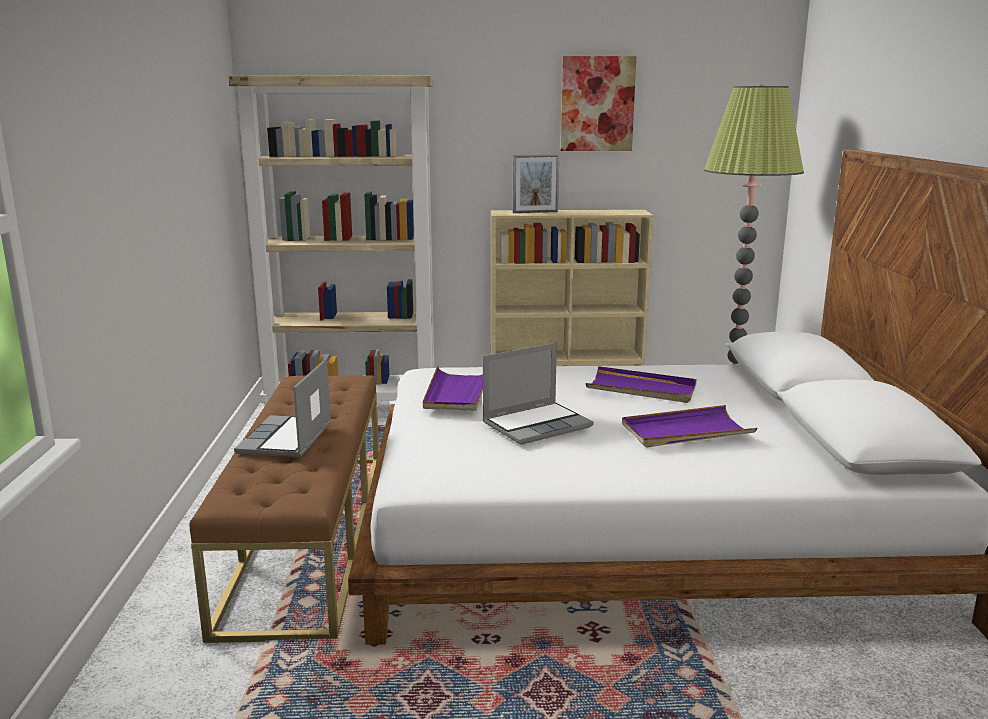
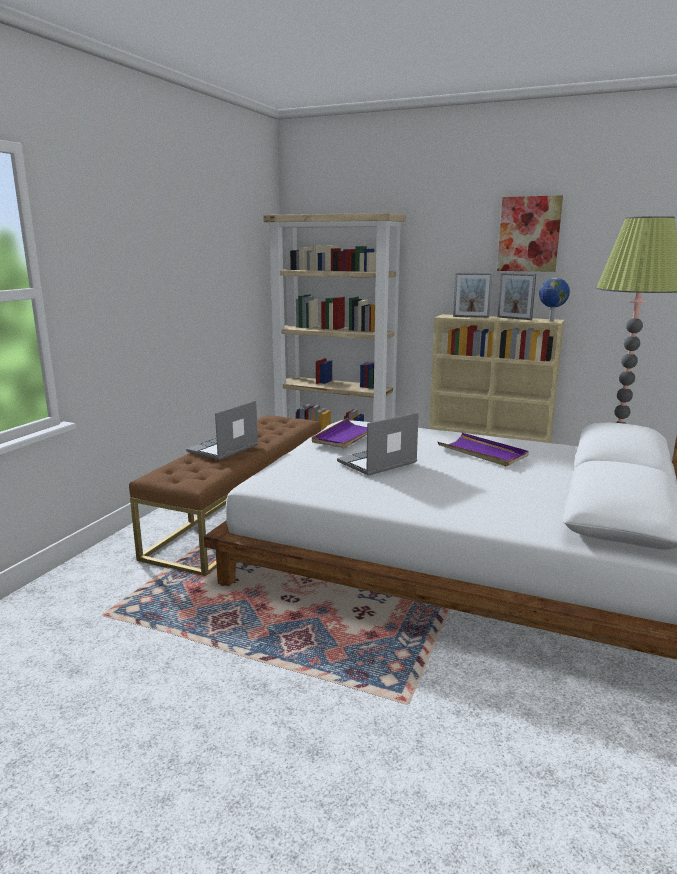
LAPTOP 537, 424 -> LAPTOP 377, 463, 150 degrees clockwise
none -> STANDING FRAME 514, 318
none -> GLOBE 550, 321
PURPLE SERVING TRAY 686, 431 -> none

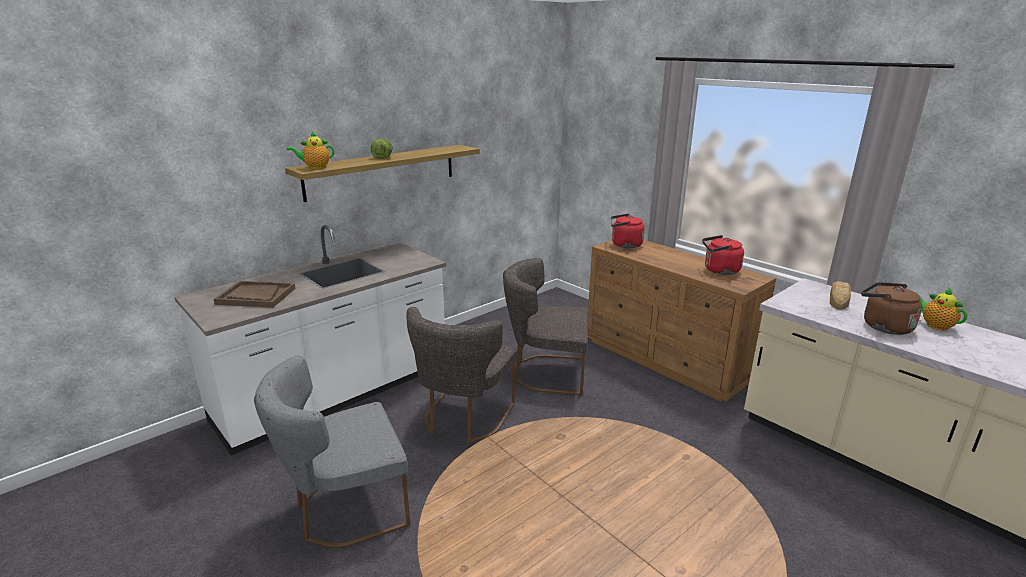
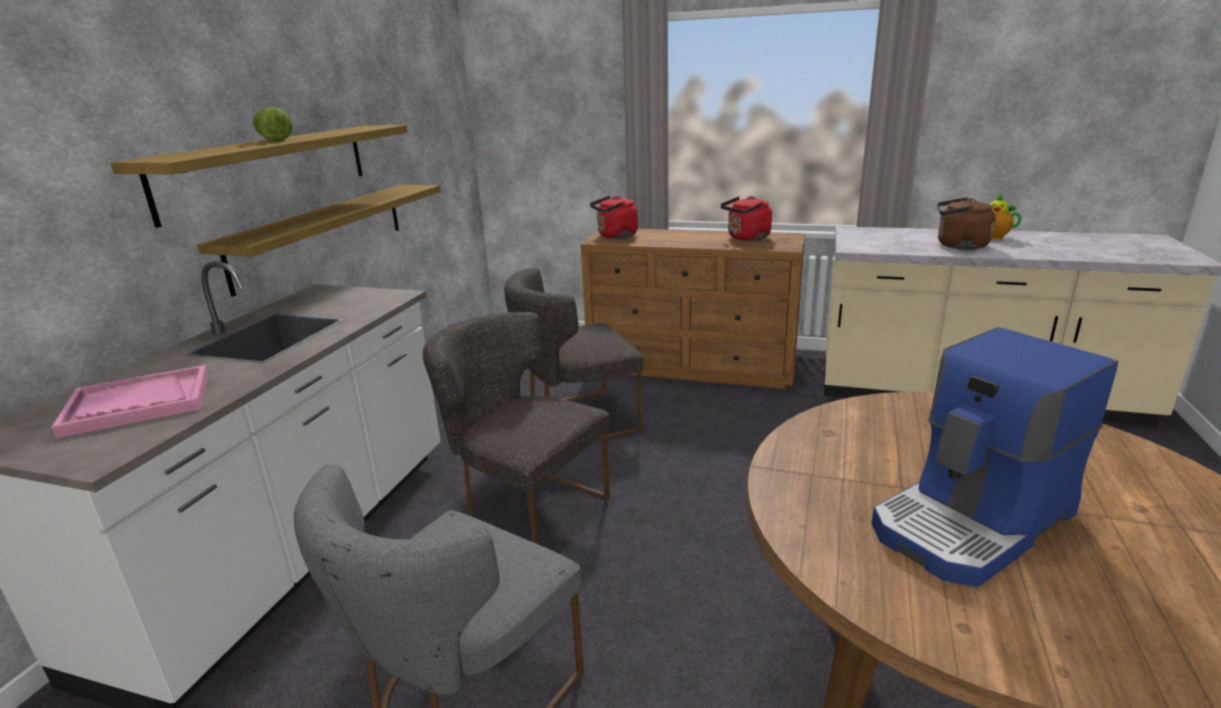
BROWN-COLOURED SERVING TRAY 256, 296 -> PINKISH SERVING TRAY 138, 403
none -> WALL SHELF 322, 233
GREY UPRIGHT CHAIR 463, 419 -> GREY UPRIGHT CHAIR 525, 509, 135 degrees clockwise
none -> COFFEE MAKER 973, 523
POT FOR TEA 315, 167 -> none
BREAD 838, 299 -> none

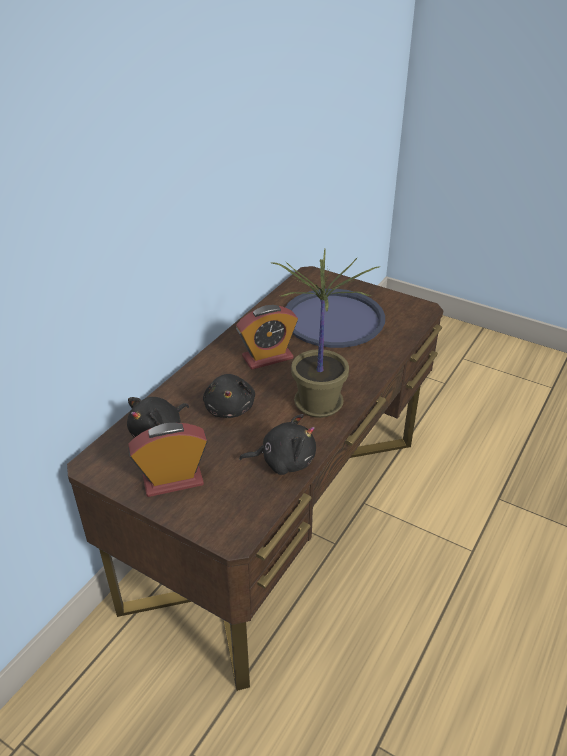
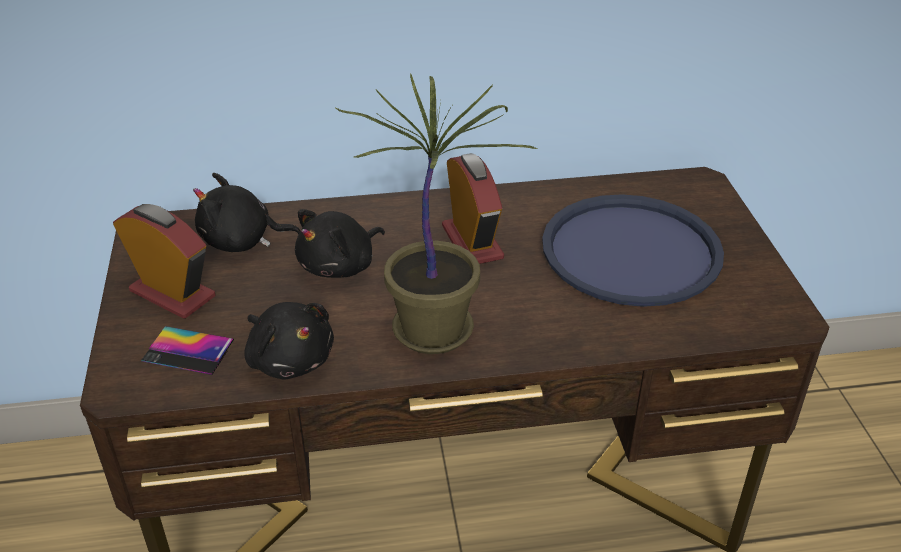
none -> HANDSET 188, 351
TABLE CLOCK 267, 357 -> TABLE CLOCK 472, 242, 135 degrees counterclockwise

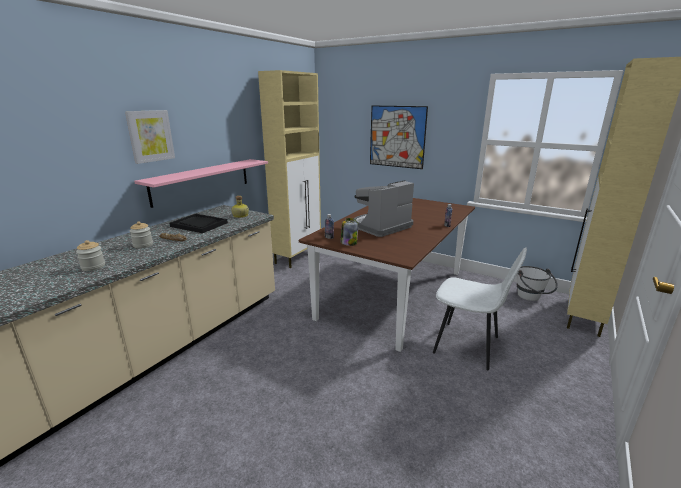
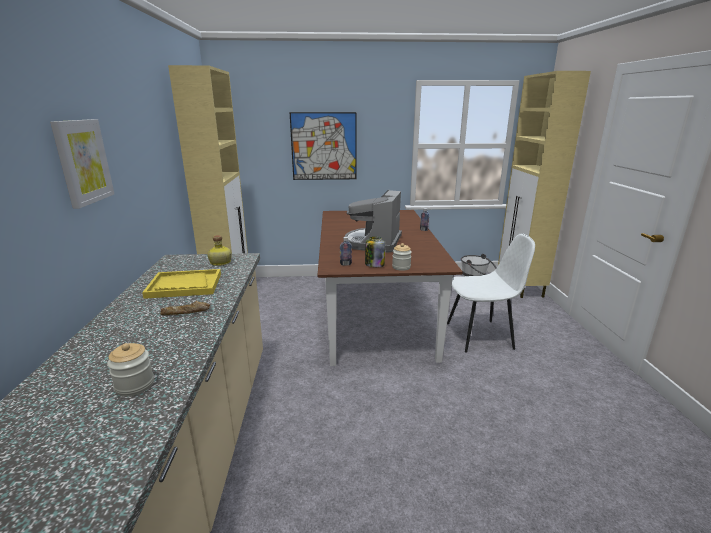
BLACK-COLOURED SERVING TRAY 199, 224 -> YELLOW-COLOURED SERVING TRAY 184, 285
JAR 143, 245 -> JAR 401, 267, move
PINKISH WALL SHELF 202, 181 -> none

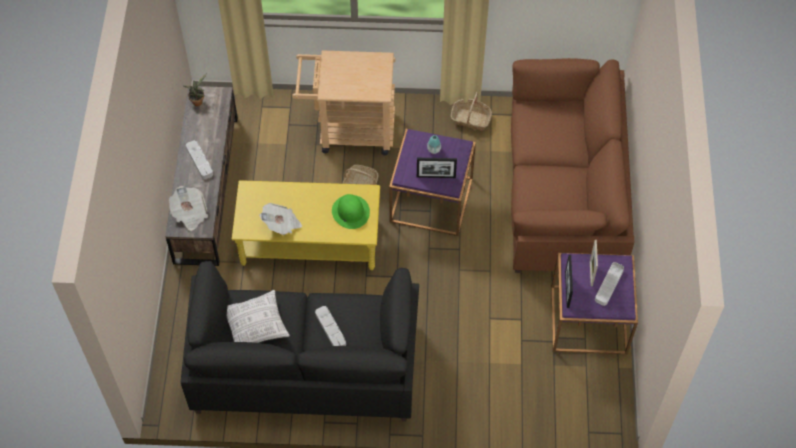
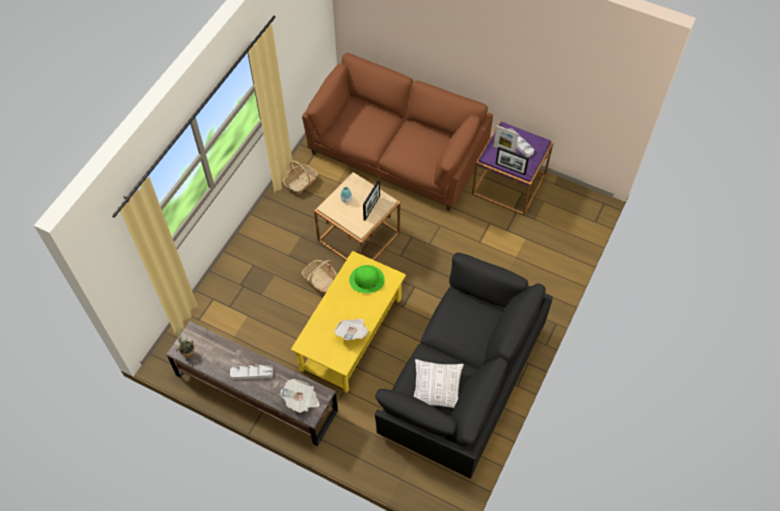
PURPLE ACCENT TABLE 431, 200 -> SAND-COLOURED ACCENT TABLE 359, 237
SAND-COLOURED CART 349, 131 -> none
GREY SERVING TRAY 330, 329 -> none

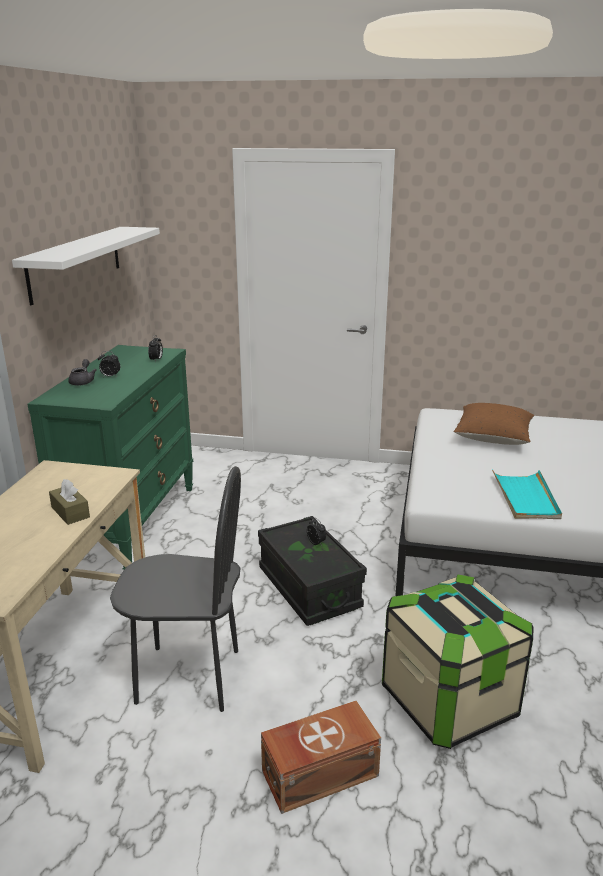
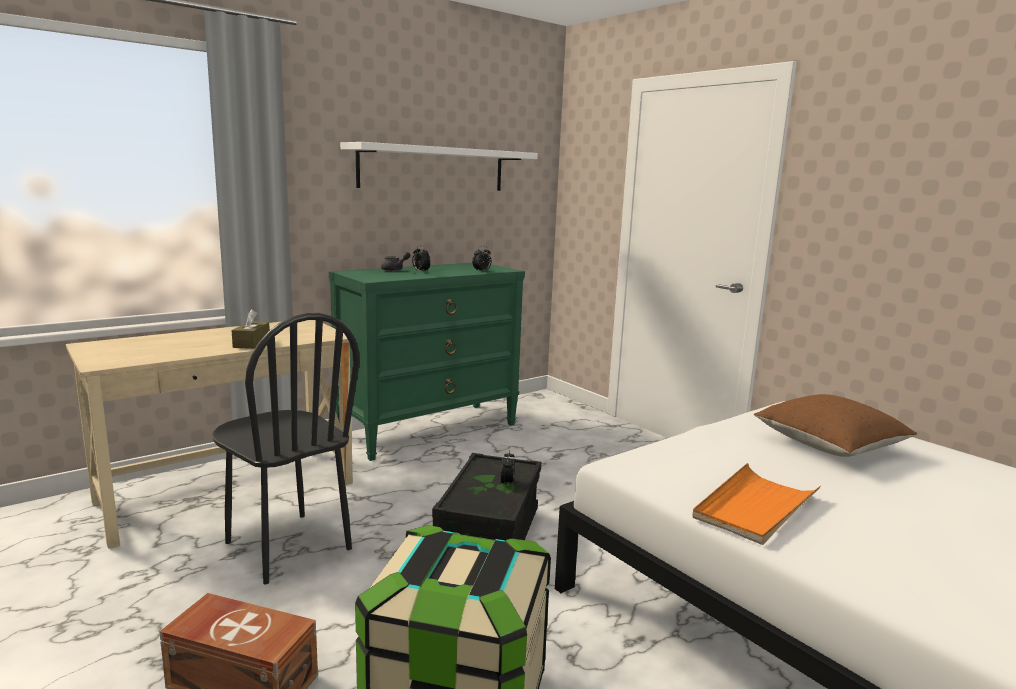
BLUE-GREEN SERVING TRAY 525, 497 -> ORANGE SERVING TRAY 754, 507

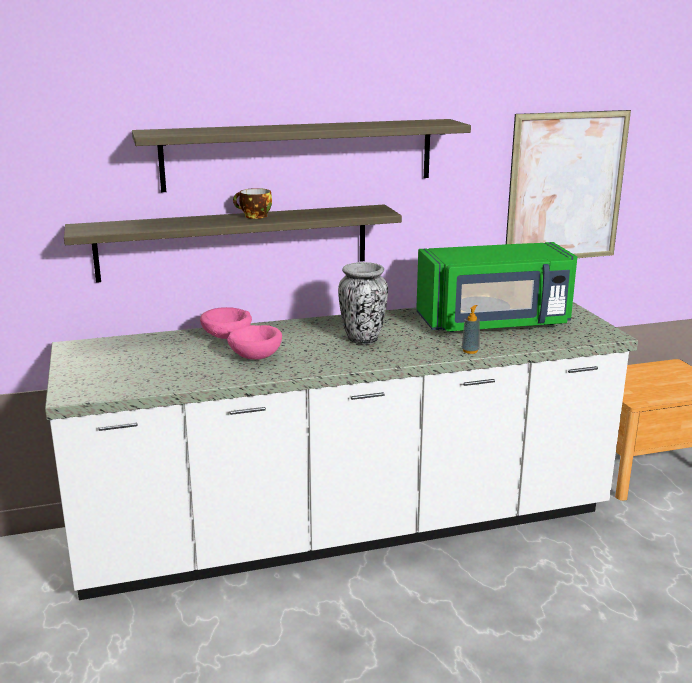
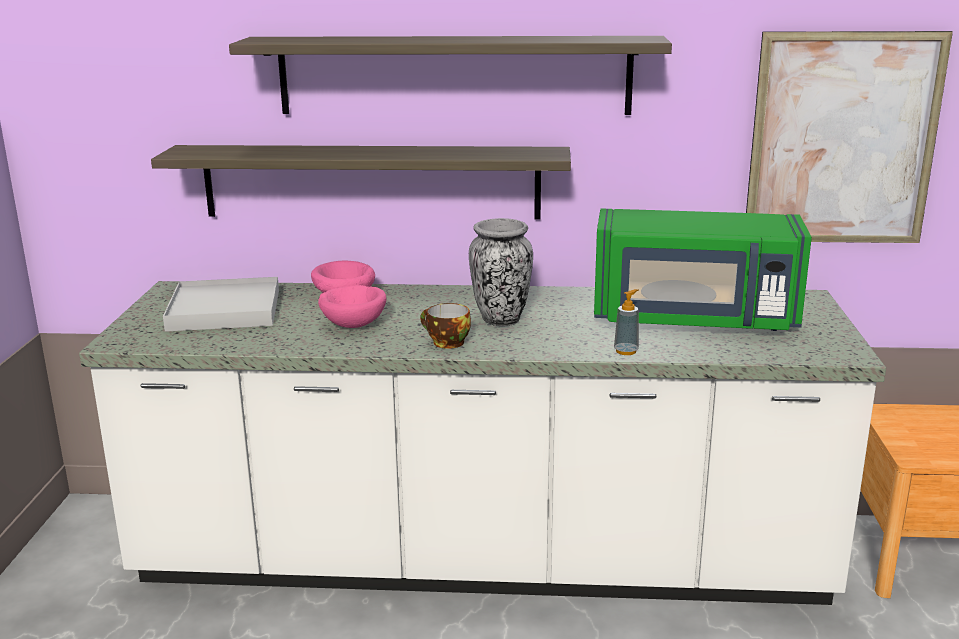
none -> WHITE-COLOURED SERVING TRAY 224, 310
DRINKING CUP 254, 216 -> DRINKING CUP 445, 343, move

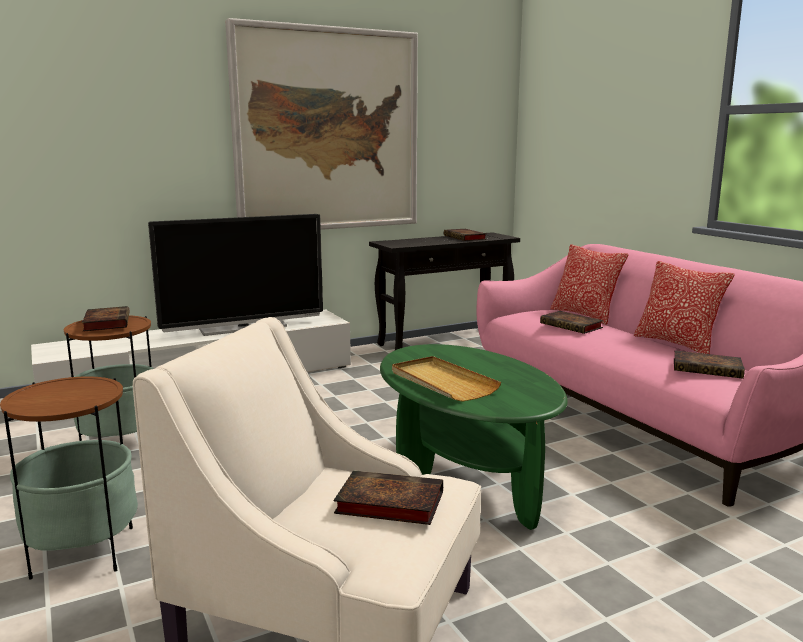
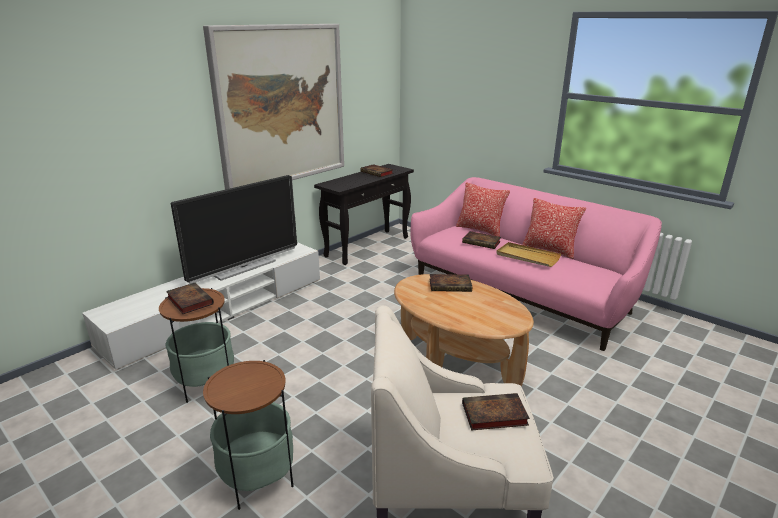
GREENISH LOUNGE TABLE 465, 478 -> BROWN-COLOURED LOUNGE TABLE 456, 361
BOUND BOOK 709, 369 -> BOUND BOOK 451, 285, move
SAND-COLOURED SERVING TRAY 442, 382 -> SAND-COLOURED SERVING TRAY 527, 257, move

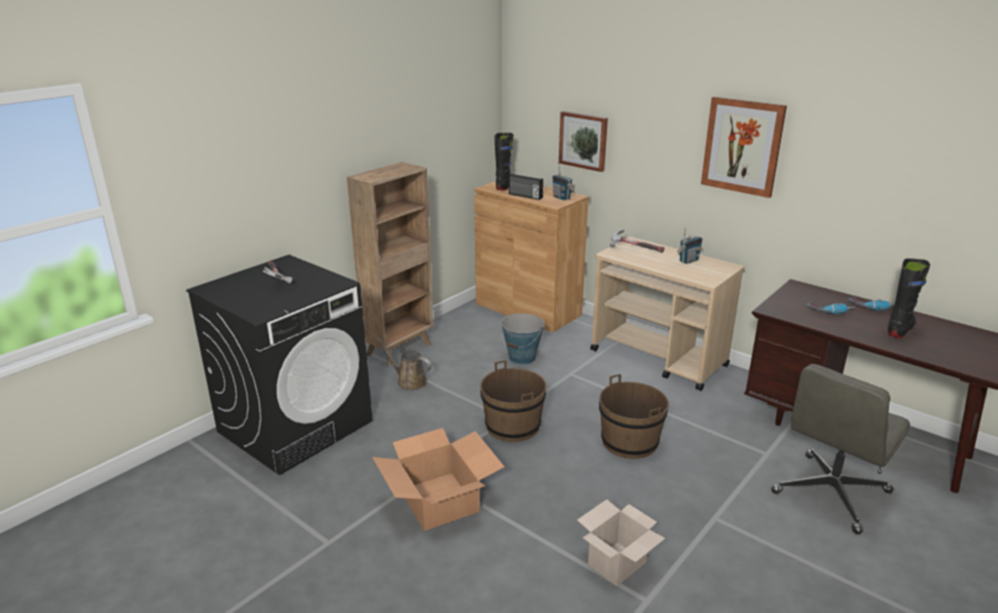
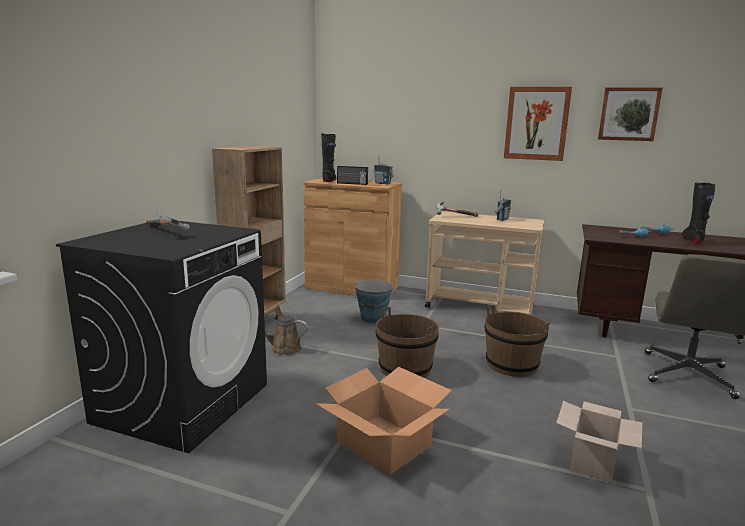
PICTURE 583, 140 -> PICTURE 628, 114, move

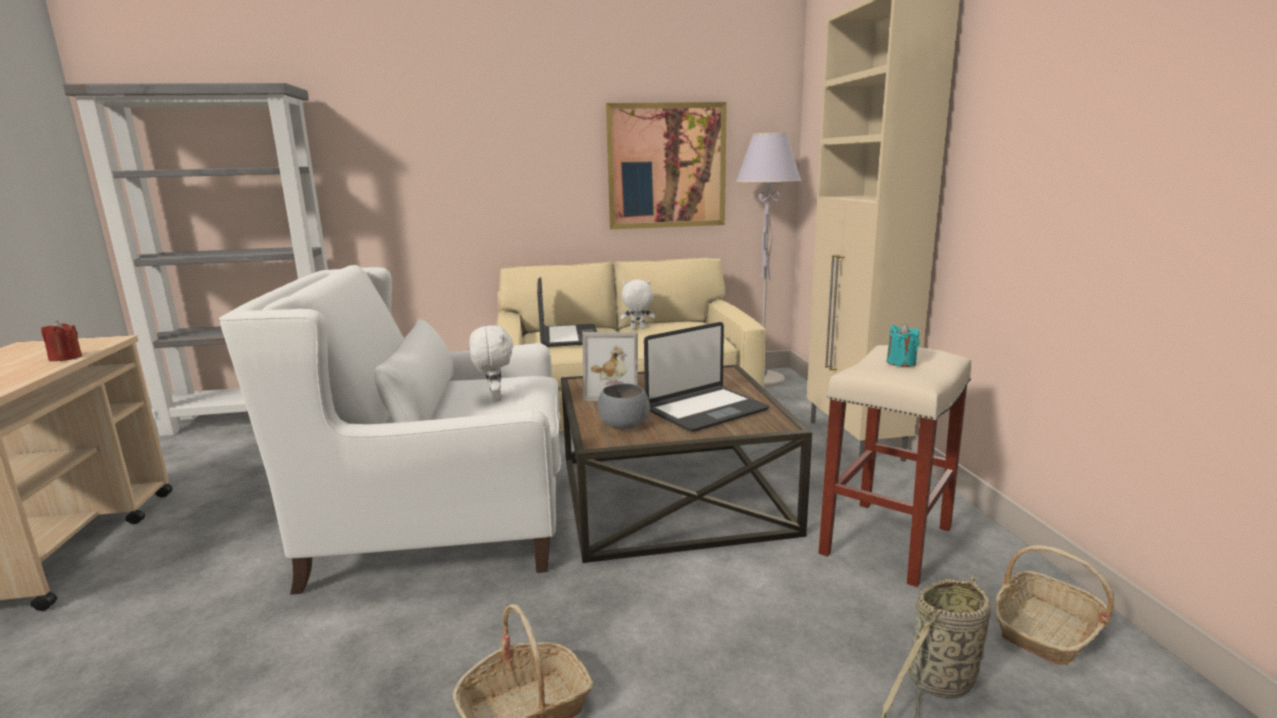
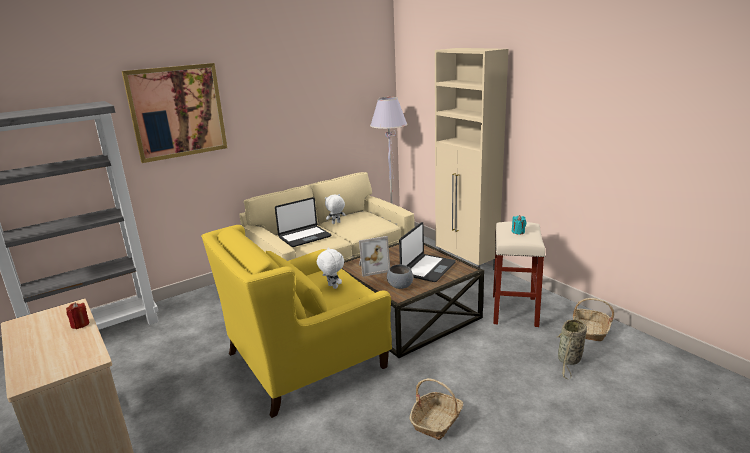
PICTURE 666, 166 -> PICTURE 177, 112, move
WHITE-COLOURED ARMCHAIR 442, 521 -> YELLOW-COLOURED ARMCHAIR 306, 360
LAPTOP 568, 337 -> LAPTOP 304, 237, 90 degrees clockwise

